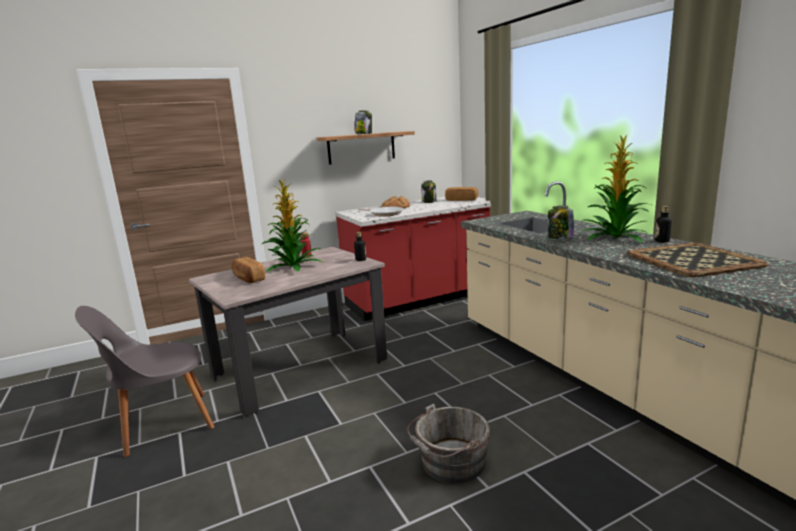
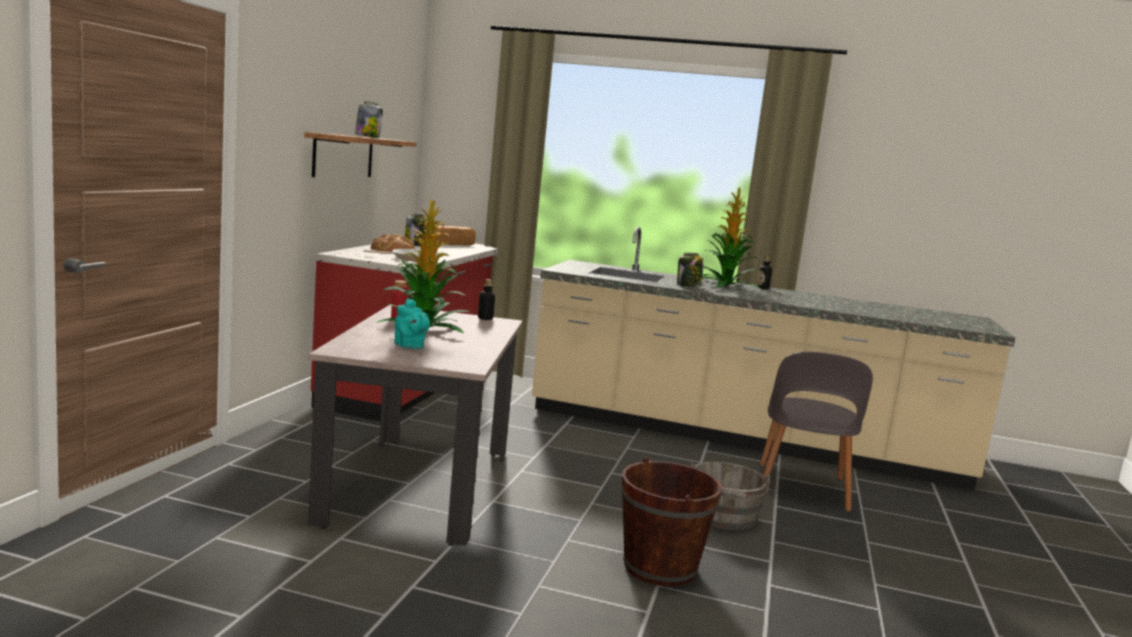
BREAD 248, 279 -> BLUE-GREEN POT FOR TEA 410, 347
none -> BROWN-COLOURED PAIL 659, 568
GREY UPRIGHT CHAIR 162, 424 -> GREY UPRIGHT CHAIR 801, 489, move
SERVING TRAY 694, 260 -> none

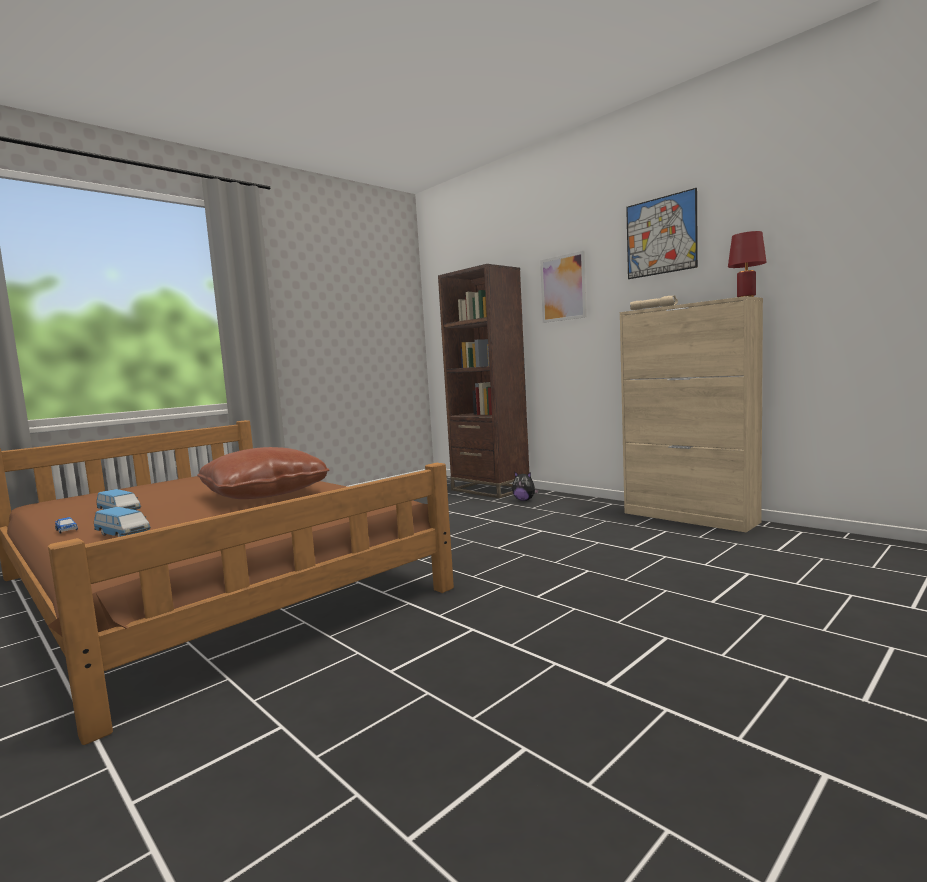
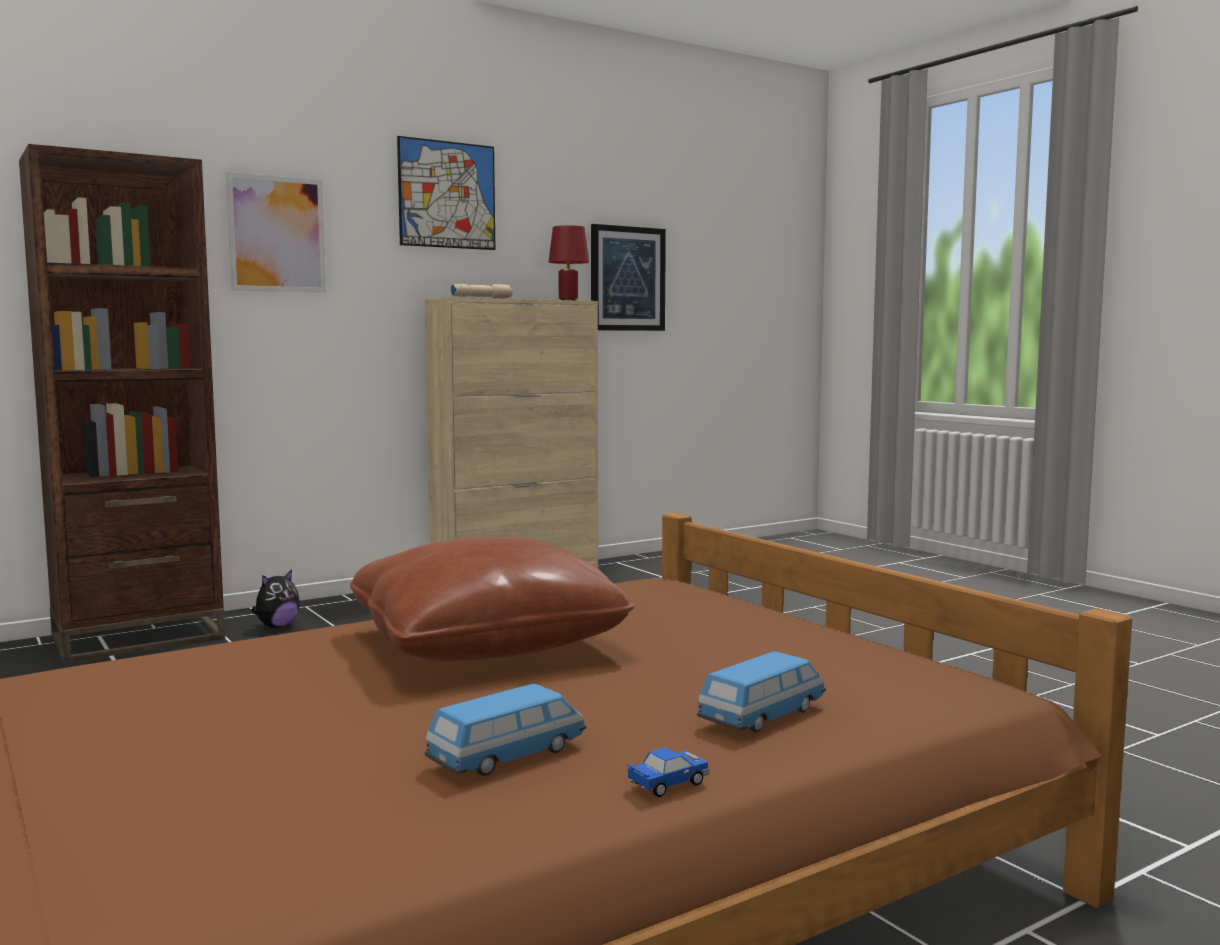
none -> PICTURE 627, 279

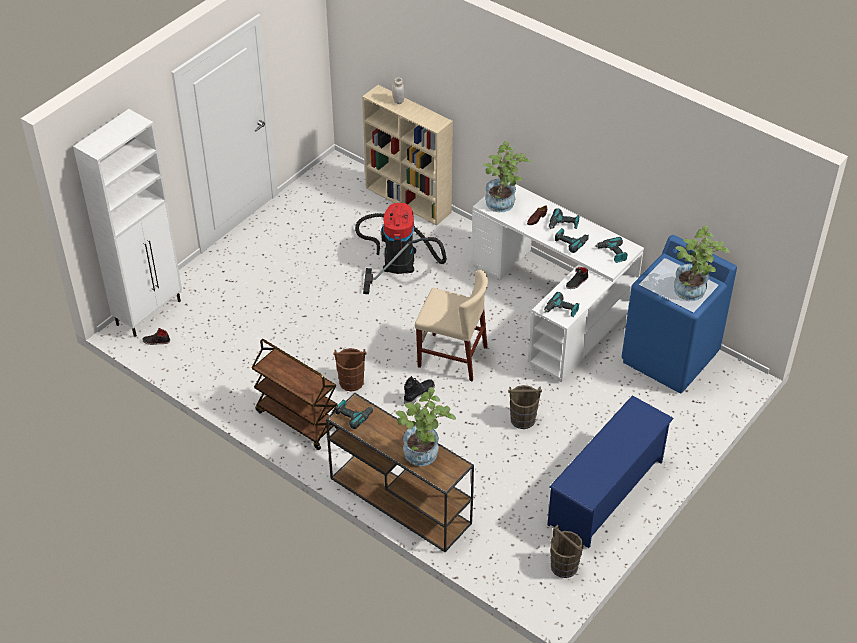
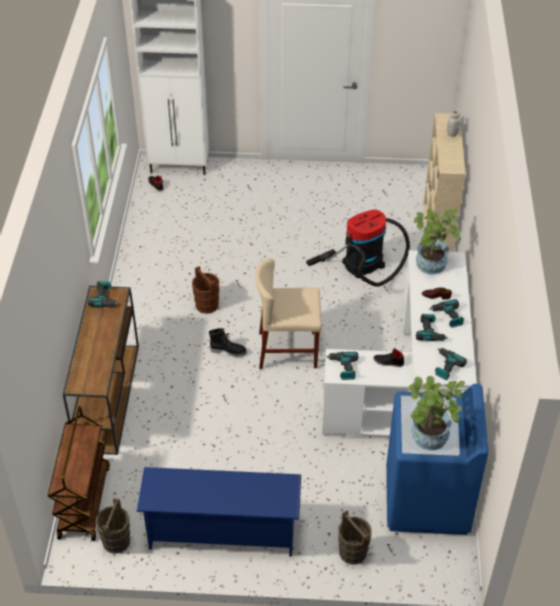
BROWN-COLOURED CART 297, 420 -> BROWN-COLOURED CART 84, 501, move
SAND-COLOURED UPRIGHT CHAIR 452, 357 -> SAND-COLOURED UPRIGHT CHAIR 288, 350, 105 degrees clockwise
BROWN-COLOURED PAIL 522, 419 -> BROWN-COLOURED PAIL 352, 552, move
HOUSEPLANT 423, 456 -> none

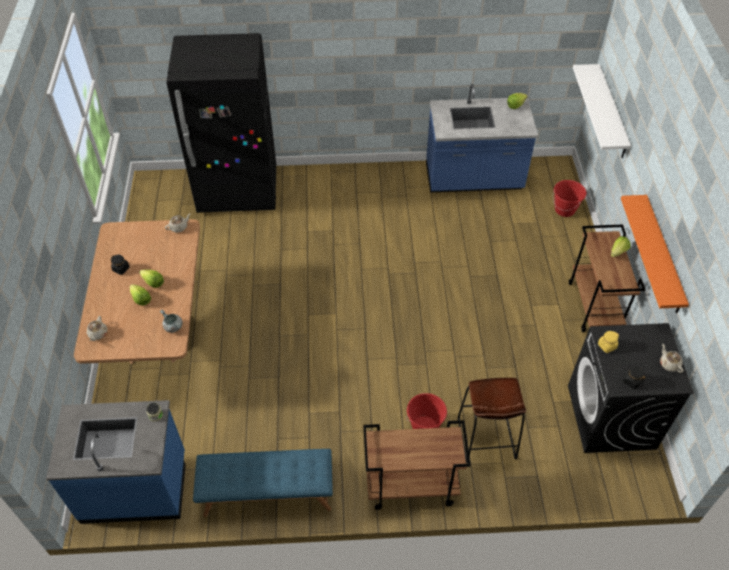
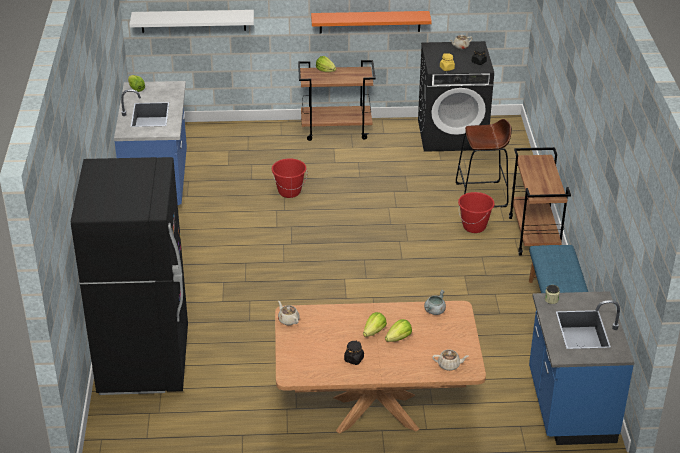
REDDISH PAIL 564, 210 -> REDDISH PAIL 289, 192, move

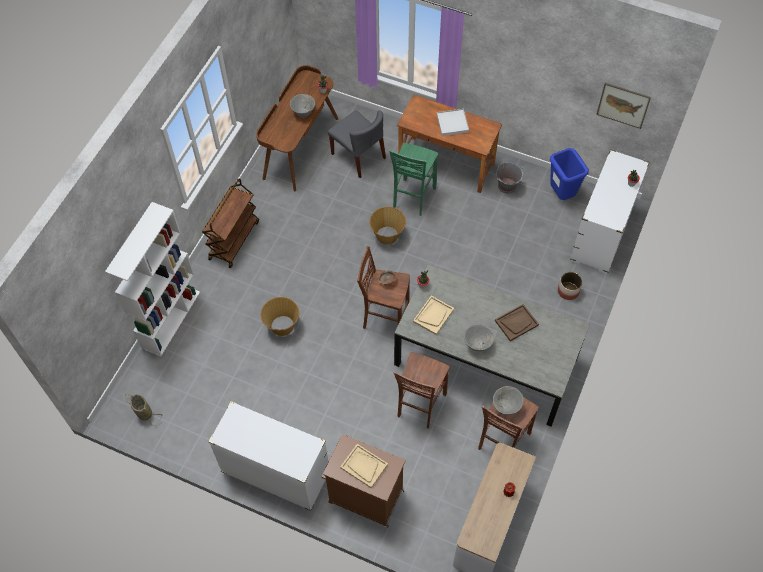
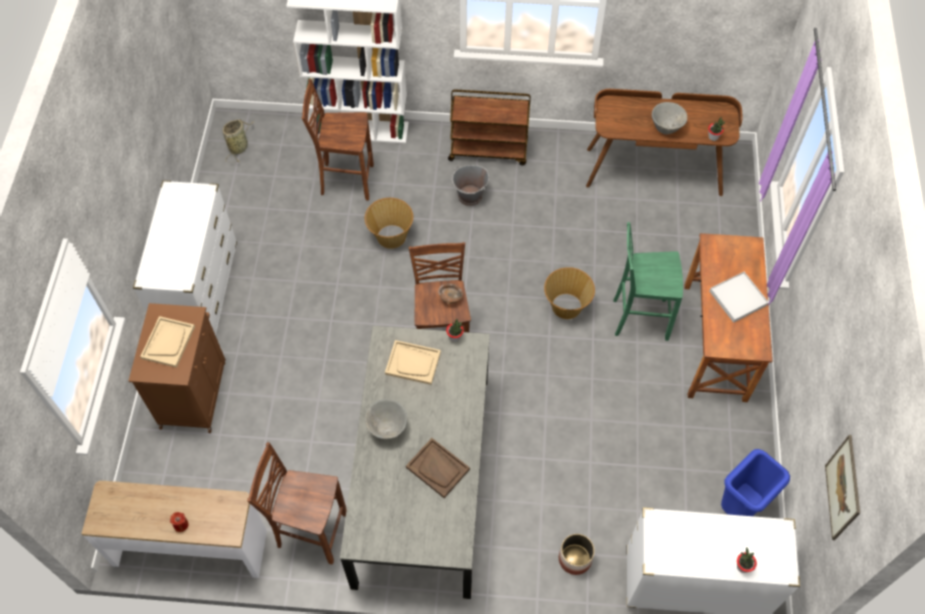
BROWN-COLOURED STOOL SEAT 420, 406 -> BROWN-COLOURED STOOL SEAT 345, 180, move
GREY PAIL 507, 186 -> GREY PAIL 470, 196, move
GREY UPRIGHT CHAIR 358, 156 -> none
GREY SERVING BOWL 506, 407 -> none

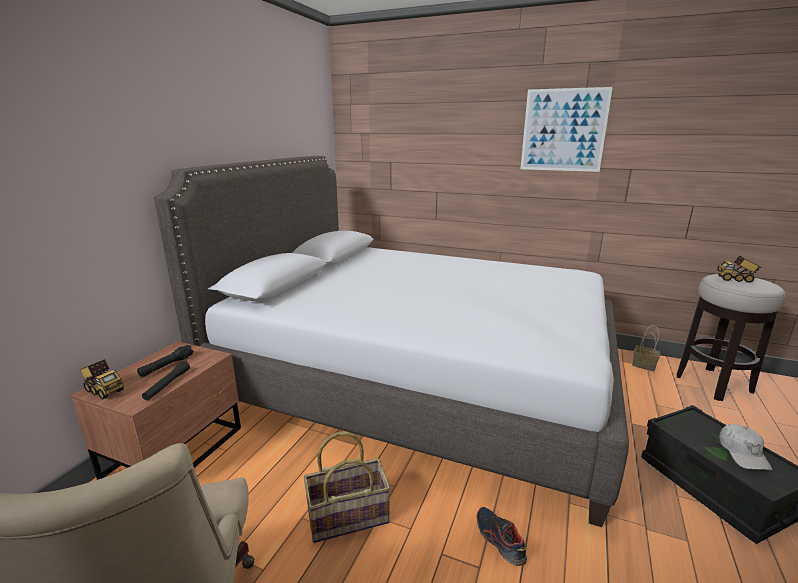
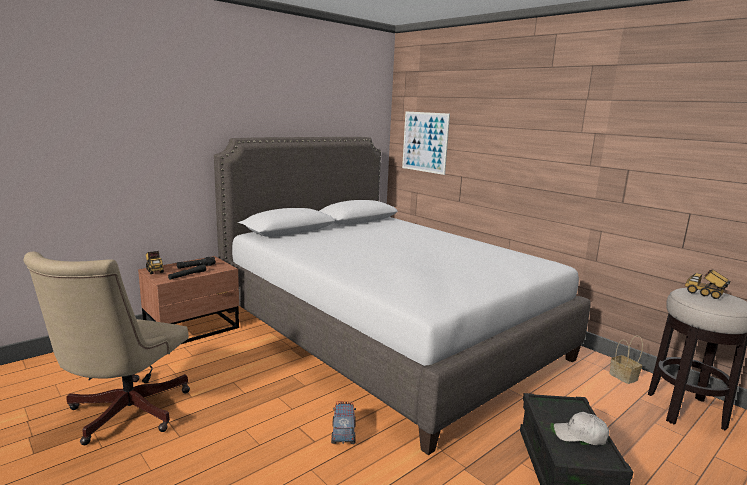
LOW SHOE 499, 540 -> MODEL TRUCK 343, 434
PICTURE 563, 130 -> PICTURE 425, 142, move
WHITE-COLOURED PEAKED CAP 742, 453 -> WHITE-COLOURED PEAKED CAP 580, 436, 75 degrees clockwise
HOUSEHOLD BASKET 348, 515 -> none

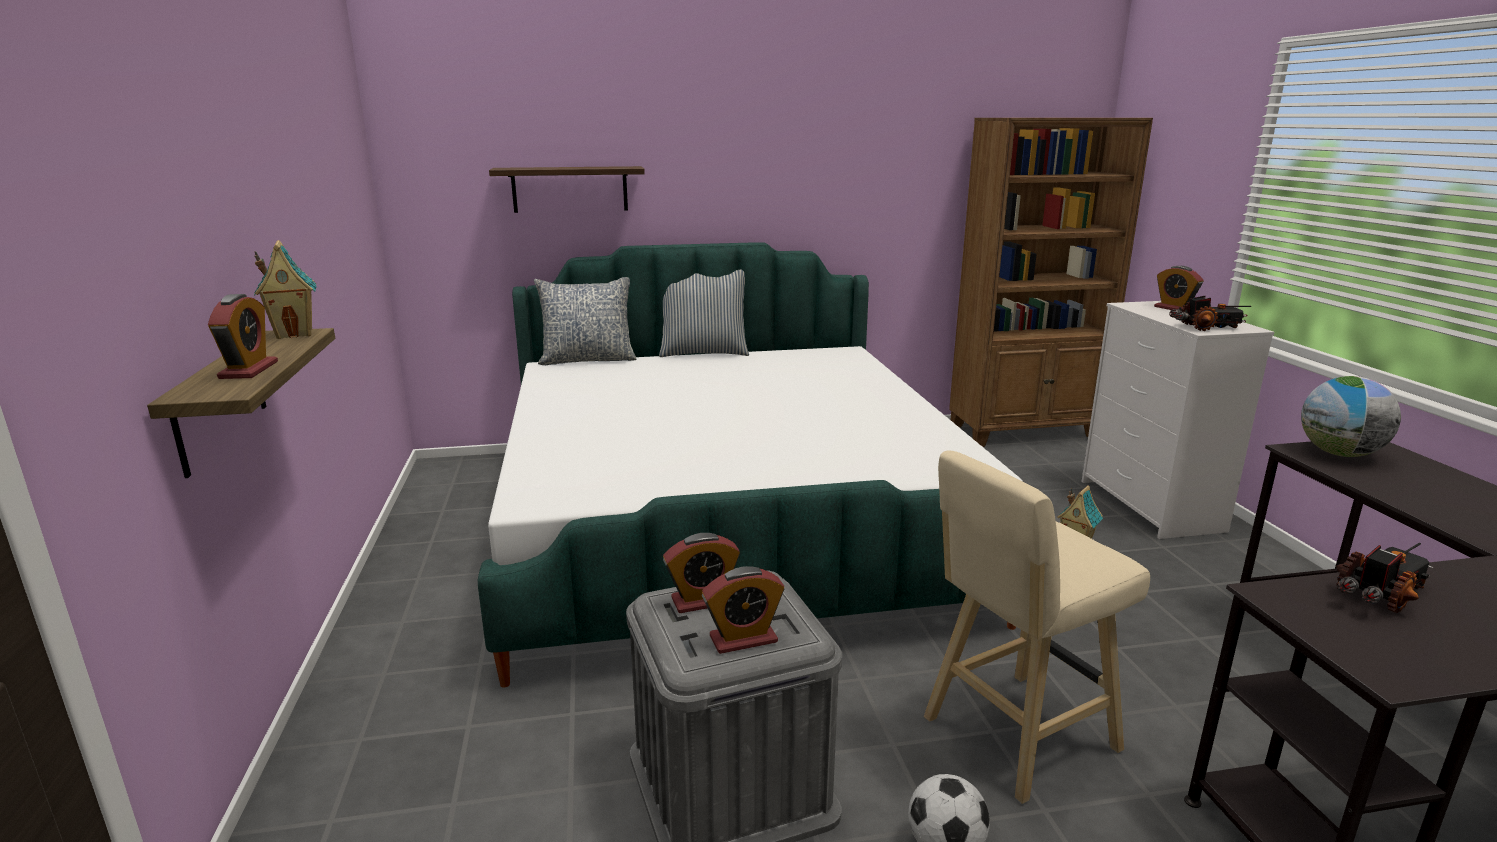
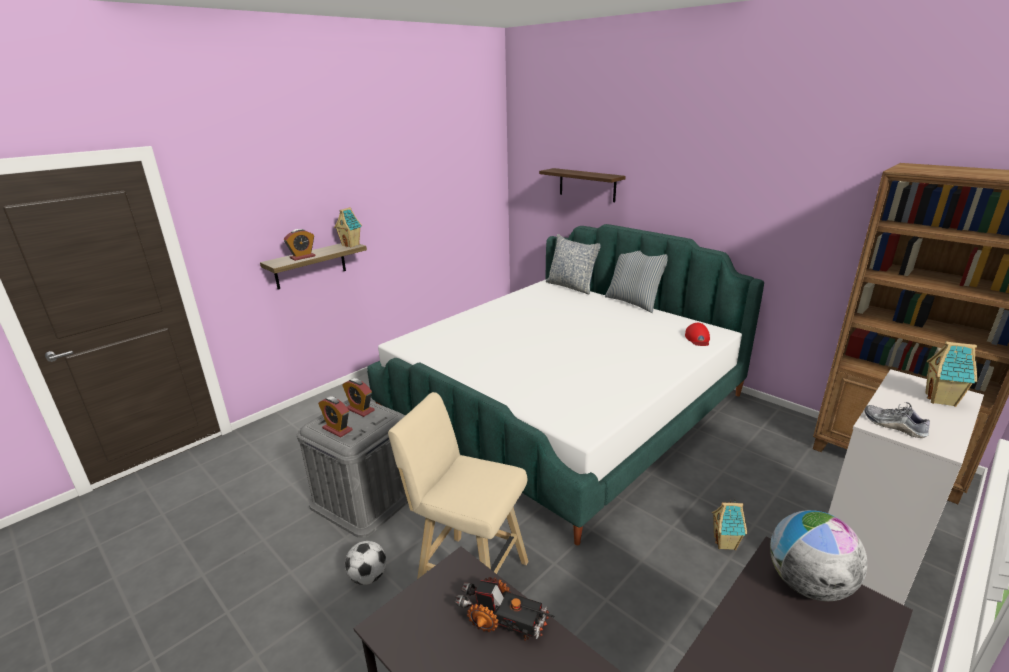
none -> REDDISH PEAKED CAP 697, 338
MODEL TRUCK 1207, 327 -> LOW SHOE 893, 426
TABLE CLOCK 1174, 308 -> MODEL HOUSE 941, 400

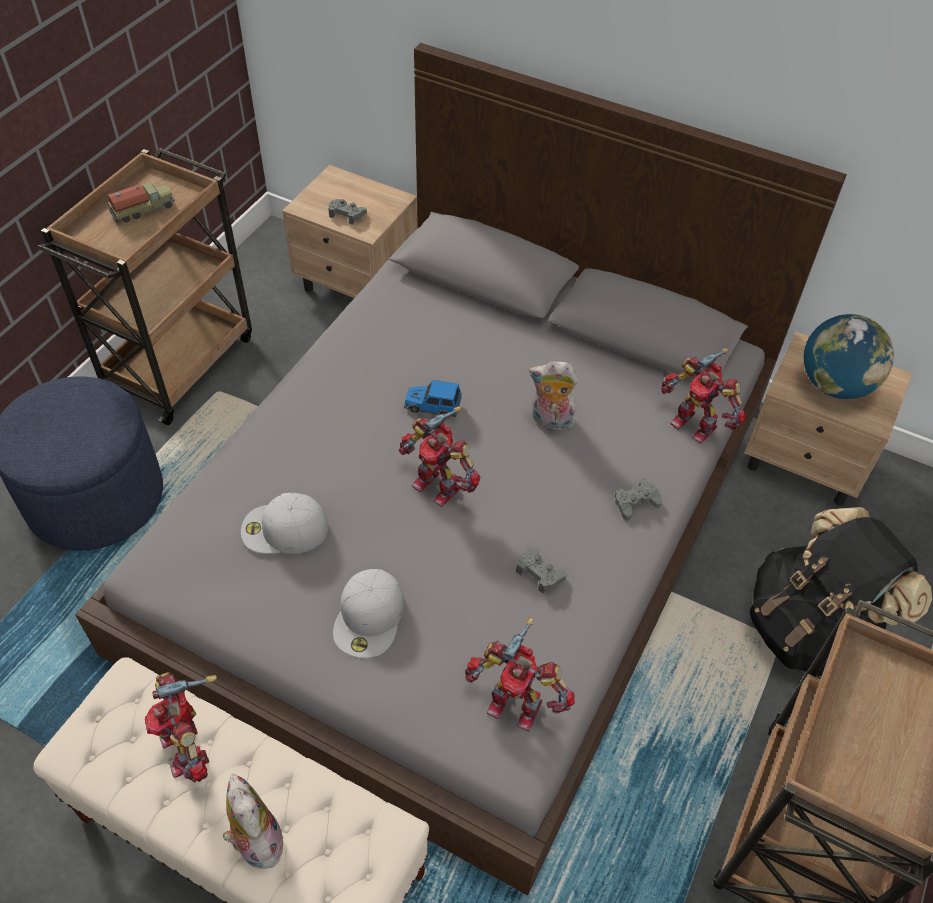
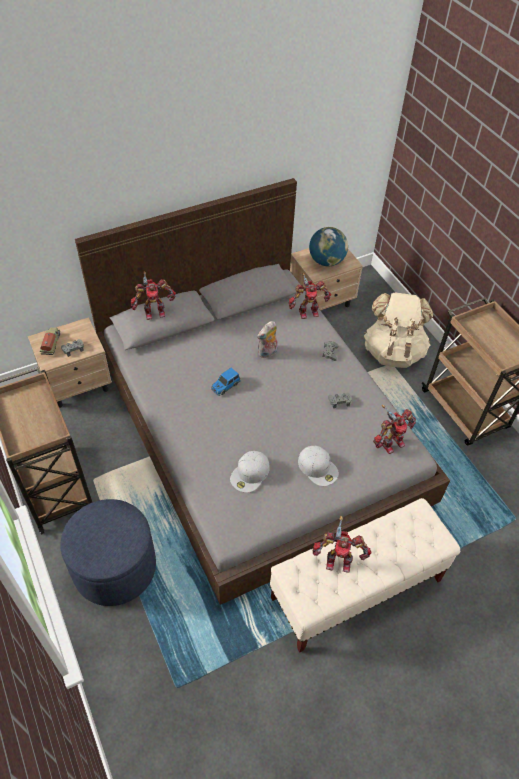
MODEL TRUCK 143, 209 -> MODEL TRUCK 51, 344, move
ROBOT FIGURE 439, 485 -> ROBOT FIGURE 154, 312, move
BLACK-COLOURED BACKPACK 811, 630 -> SAND-COLOURED BACKPACK 393, 352
SOFT TOY 256, 841 -> none

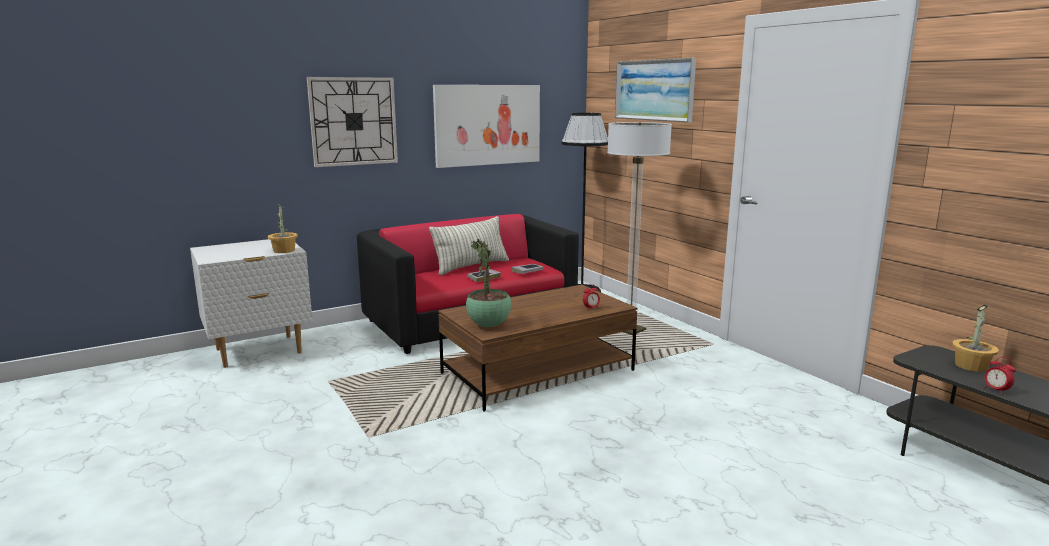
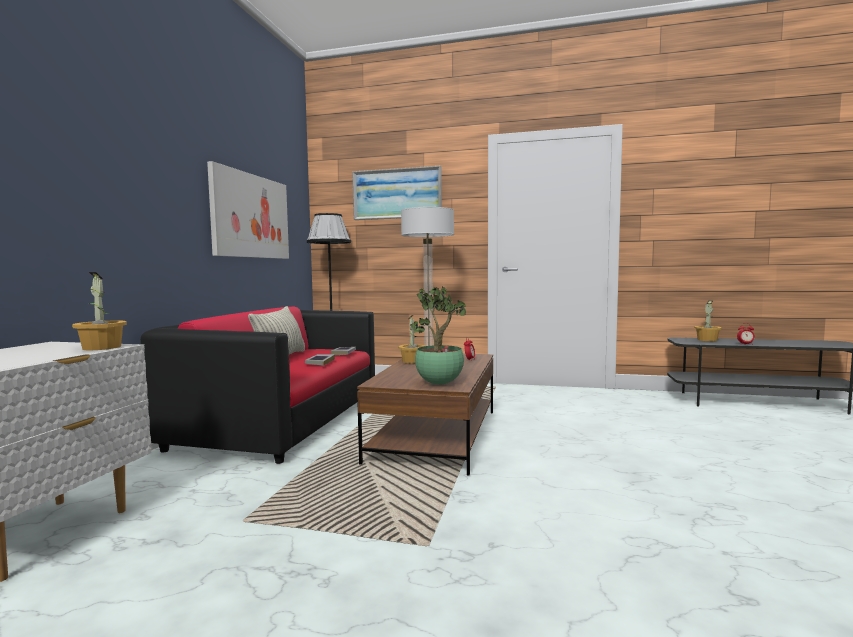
none -> HOUSEPLANT 413, 361
HANGING CLOCK 353, 121 -> none

